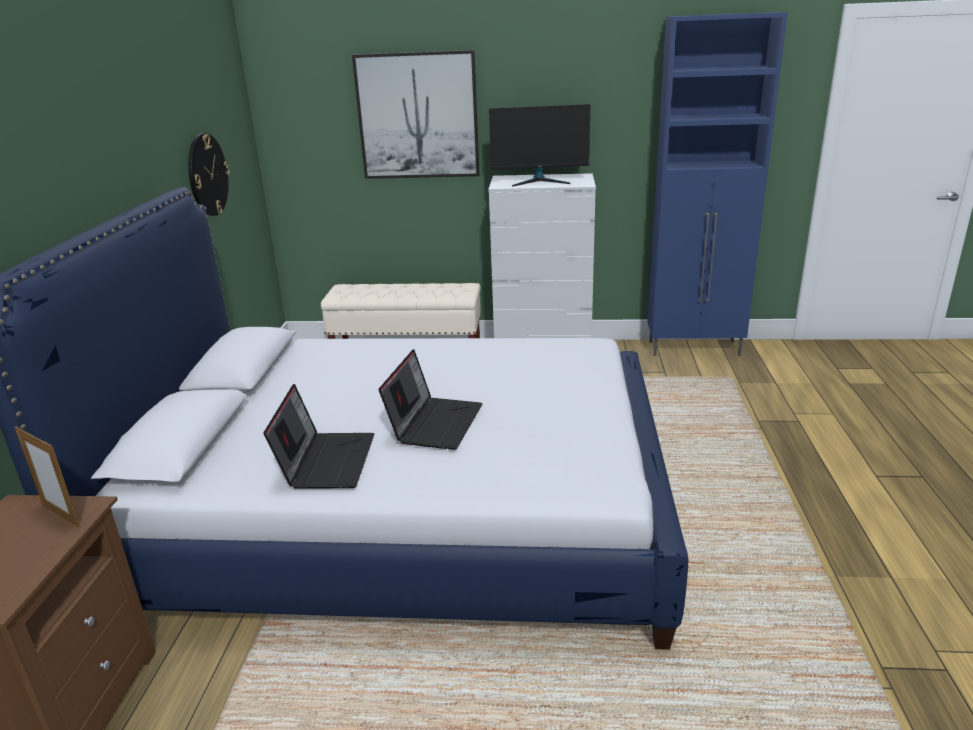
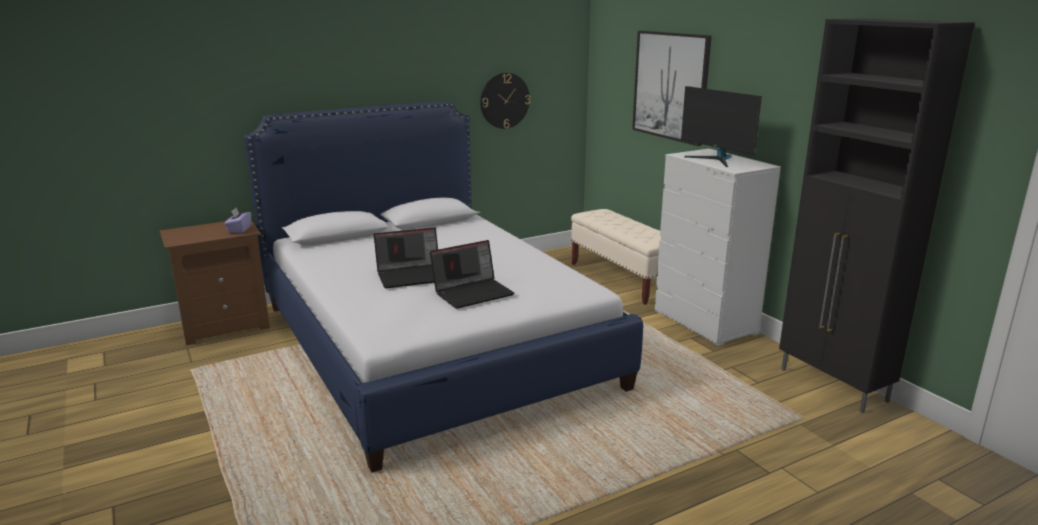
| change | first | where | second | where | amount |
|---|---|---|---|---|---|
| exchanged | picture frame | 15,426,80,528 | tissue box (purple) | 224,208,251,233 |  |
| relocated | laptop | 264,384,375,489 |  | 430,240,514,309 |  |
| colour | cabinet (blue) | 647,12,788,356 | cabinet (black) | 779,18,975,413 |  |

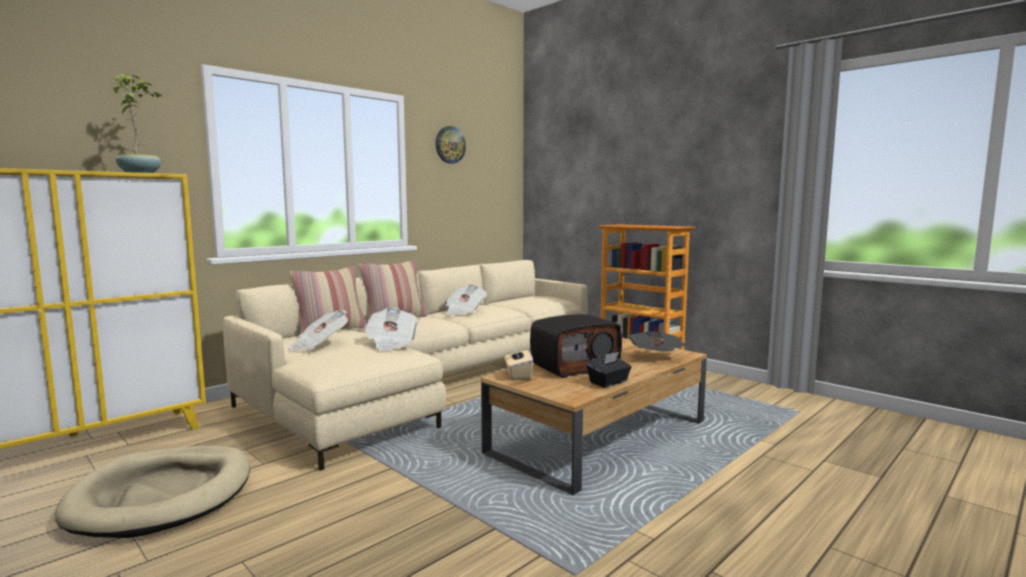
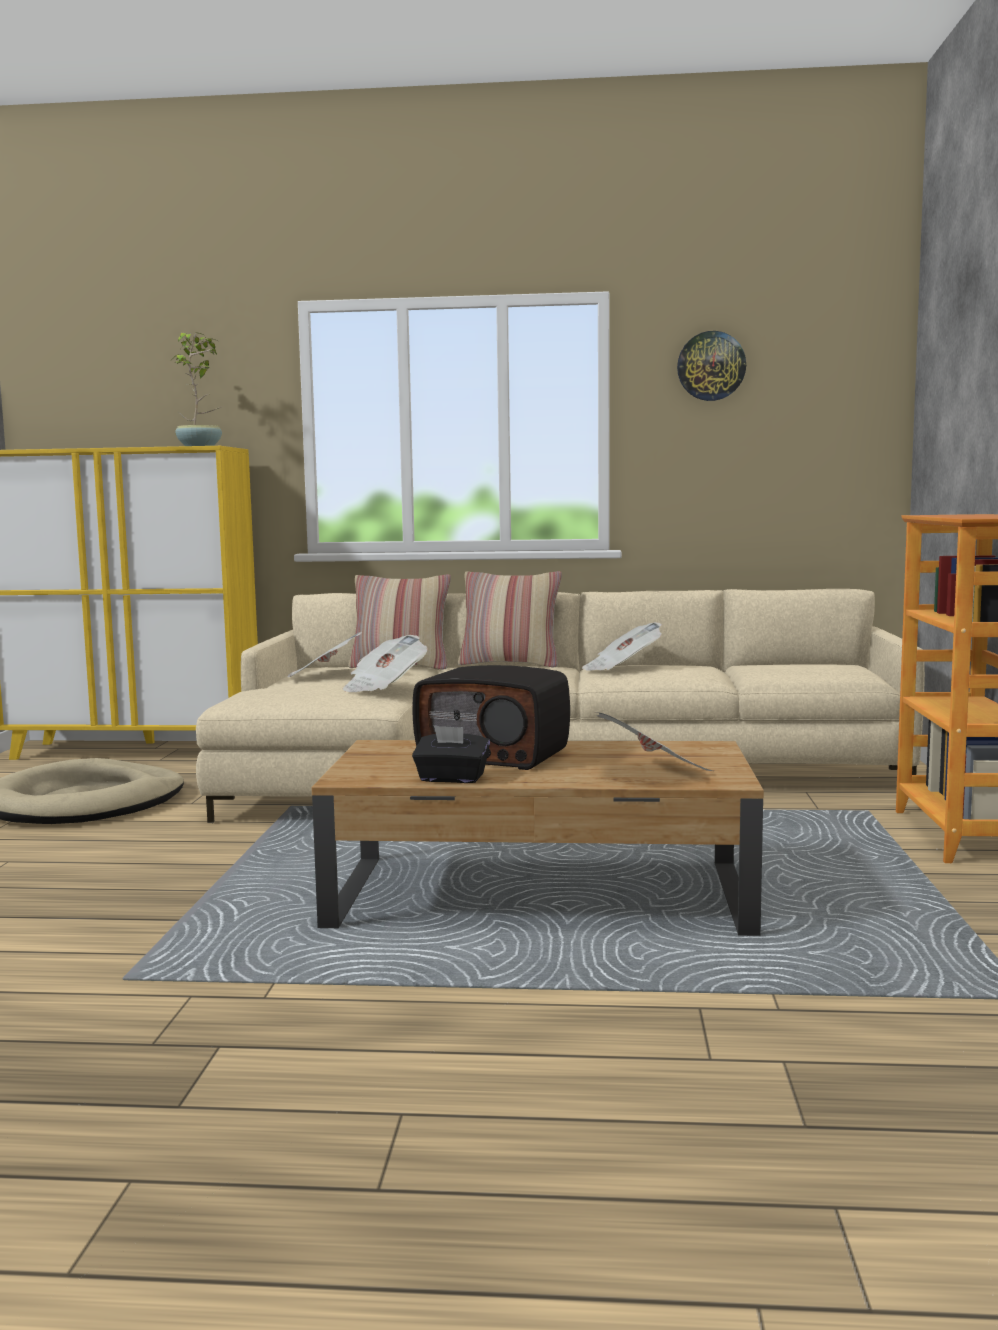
| change | first | where | second | where | amount |
|---|---|---|---|---|---|
| missing | tissue box (beige) | 504,345,533,380 |  |  |  |

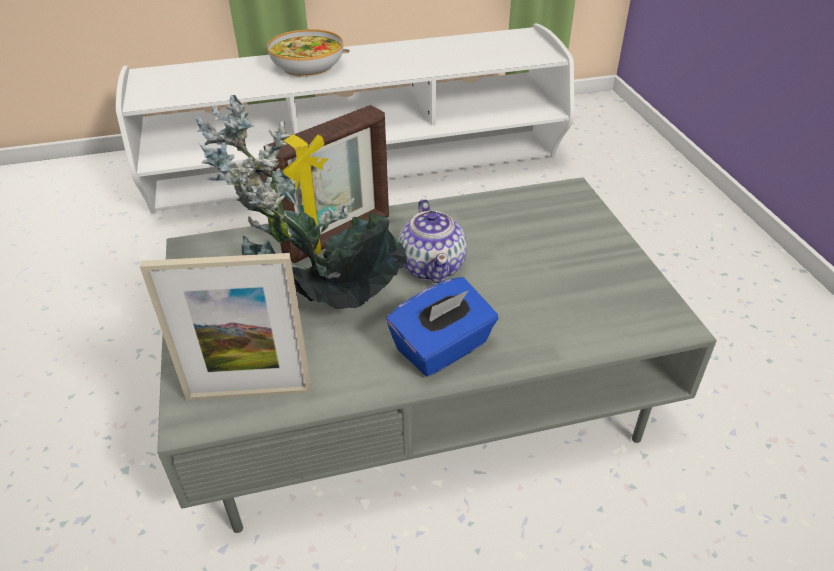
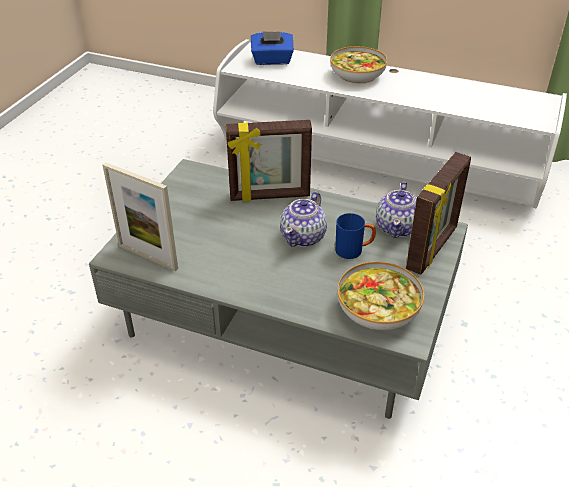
| change | first | where | second | where | amount |
|---|---|---|---|---|---|
| missing | potted plant | 196,95,407,309 |  |  |  |
| relocated | tissue box (blue) | 386,277,499,377 |  | 251,31,294,65 |  |
| appeared |  |  | mug (blue) | 335,213,376,259 |  |
| appeared |  |  | bowl | 337,262,424,330 |  |
| appeared |  |  | teapot | 376,182,417,238 |  |
| appeared |  |  | picture frame | 406,152,471,275 |  |

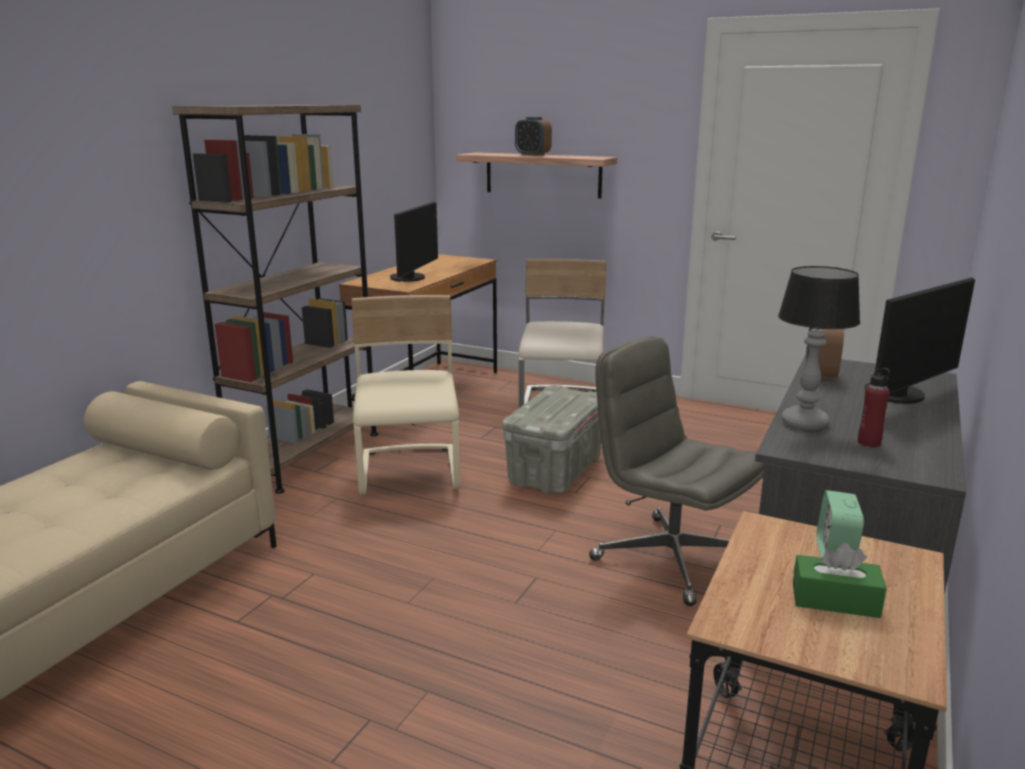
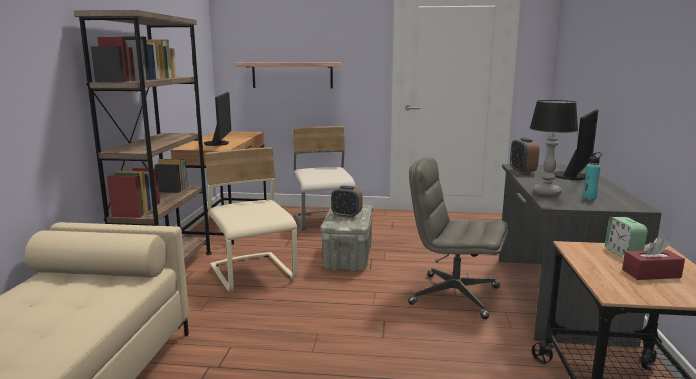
| change | first | where | second | where | amount |
|---|---|---|---|---|---|
| relocated | alarm clock | 515,117,552,156 |  | 331,185,362,218 |  |
| colour | tissue box (green) | 793,542,886,618 | tissue box (red) | 622,237,685,280 |  |
| colour | bottle (red) | 858,365,890,448 | bottle (turquoise) | 583,151,602,200 |  |

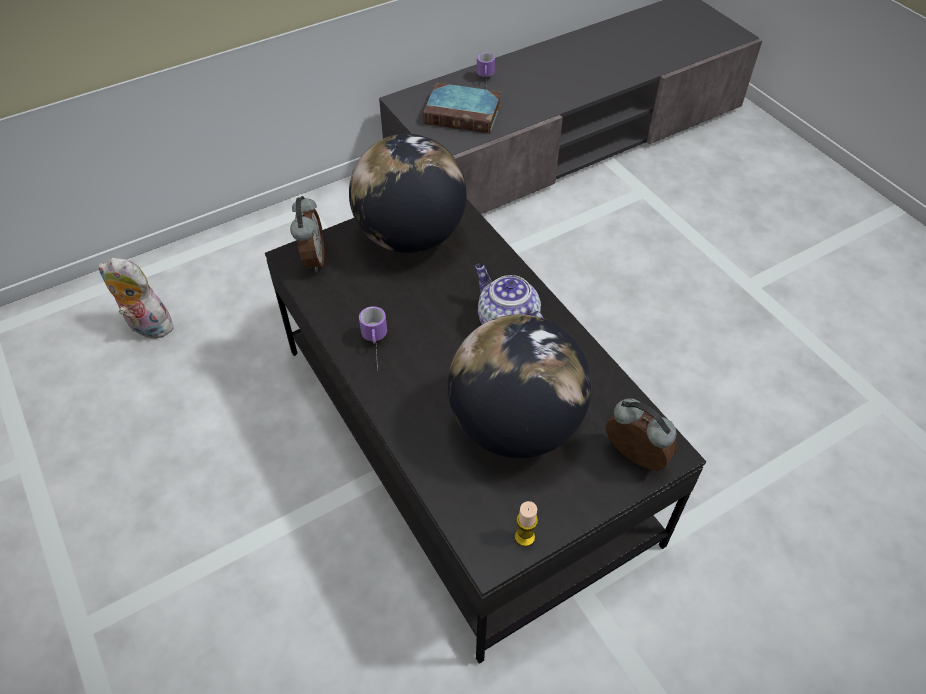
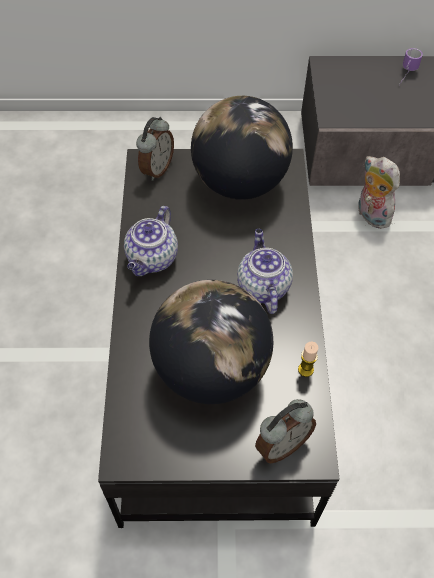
| change | first | where | second | where | amount |
|---|---|---|---|---|---|
| relocated | plush toy | 98,258,179,341 |  | 358,156,400,229 |  |
| exchanged | mug | 359,306,387,372 | teapot | 124,206,178,276 |  |
| missing | book | 423,83,501,134 |  |  |  |
| relocated | candle | 515,501,538,547 |  | 298,342,318,377 |  |
| spun | alarm clock | 606,398,677,471 |  | 255,399,316,463 | 75 degrees clockwise |

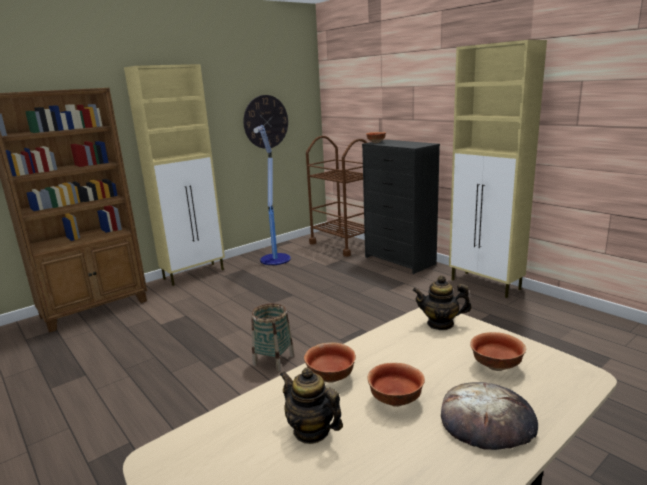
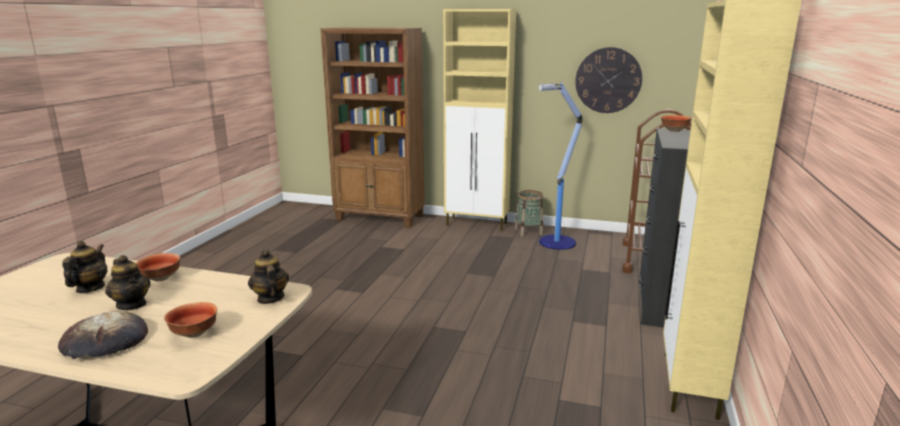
| change | first | where | second | where | amount |
|---|---|---|---|---|---|
| relocated | basket | 252,303,294,371 |  | 515,190,543,236 |  |
| exchanged | bowl | 368,363,425,407 | teapot | 105,255,151,310 |  |

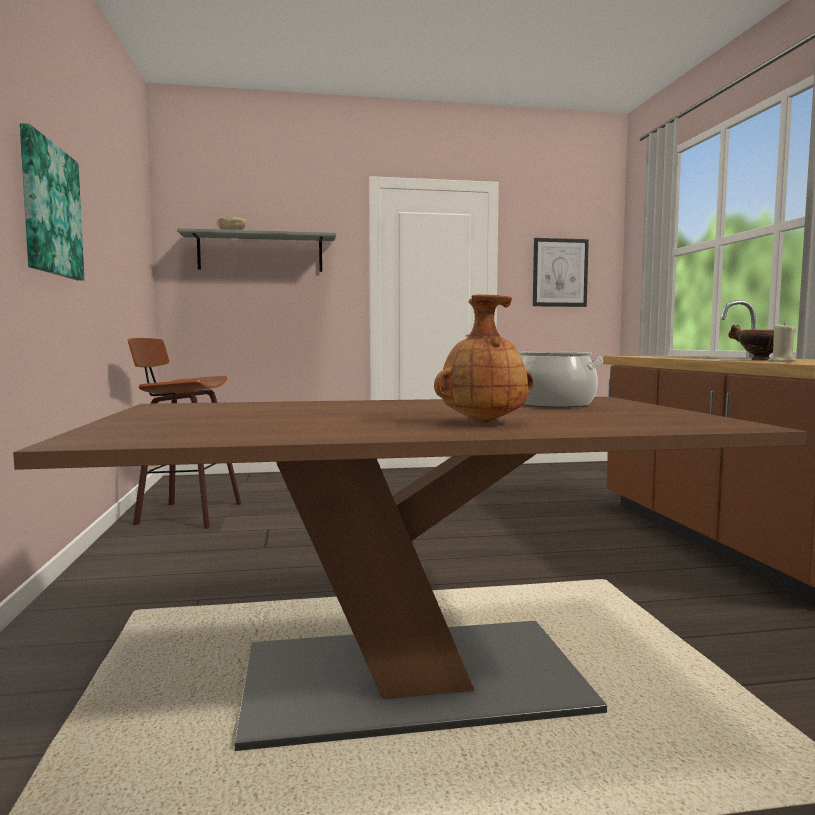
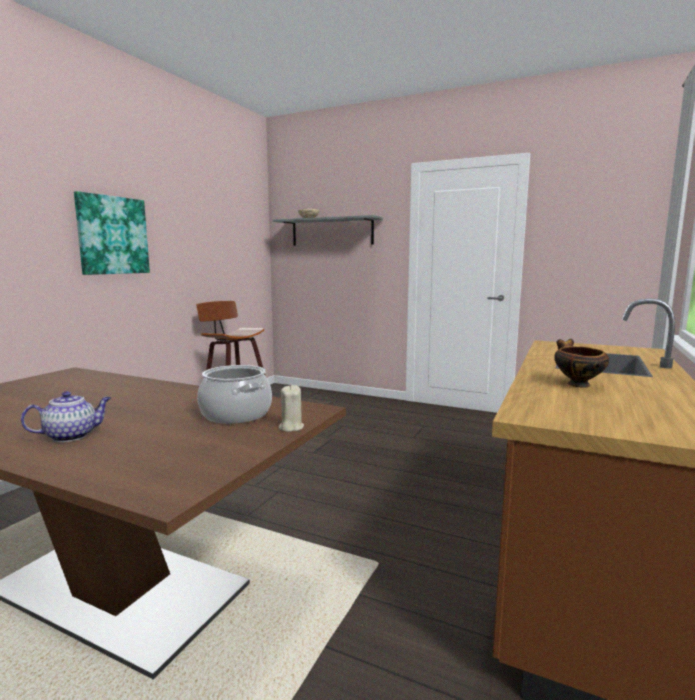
| change | first | where | second | where | amount |
|---|---|---|---|---|---|
| exchanged | vase (brown) | 434,294,534,423 | teapot | 21,391,111,442 |  |
| missing | picture | 533,238,589,307 |  |  |  |
| relocated | candle (beige) | 768,322,796,362 |  | 279,385,304,432 |  |

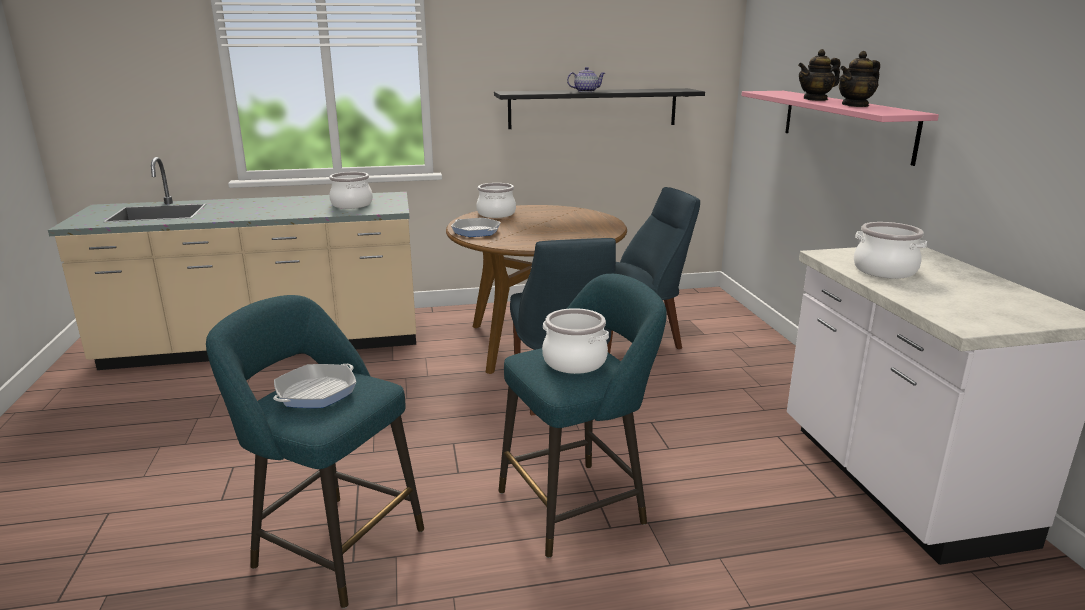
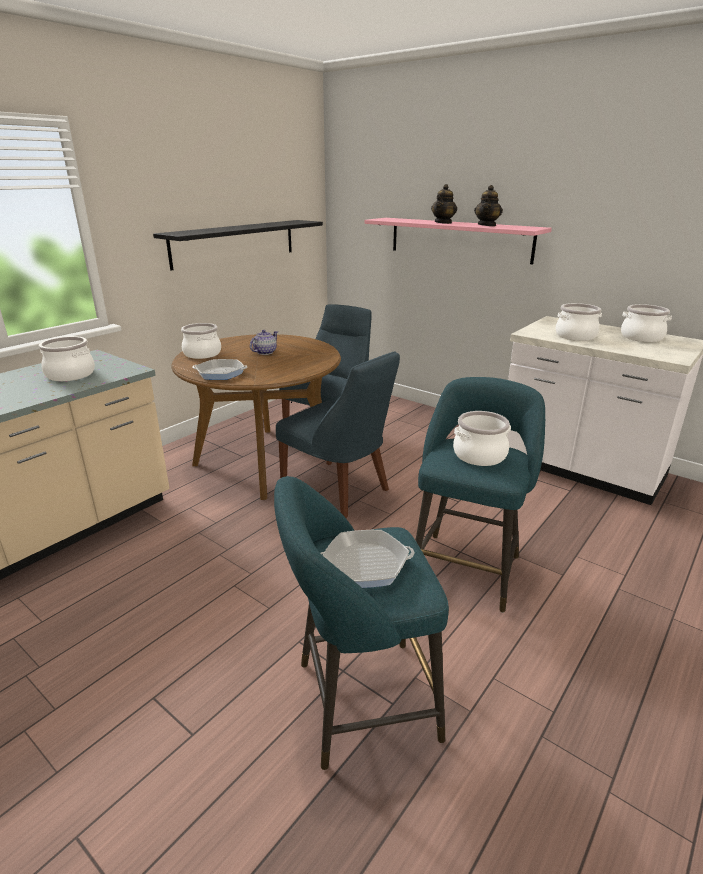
| change | first | where | second | where | amount |
|---|---|---|---|---|---|
| spun | frying pan | 273,364,356,408 |  | 321,530,414,588 | 90 degrees clockwise |
| relocated | teapot | 567,67,605,92 |  | 250,330,278,355 |  |
| appeared |  |  | cooking pot | 621,304,672,342 |  |

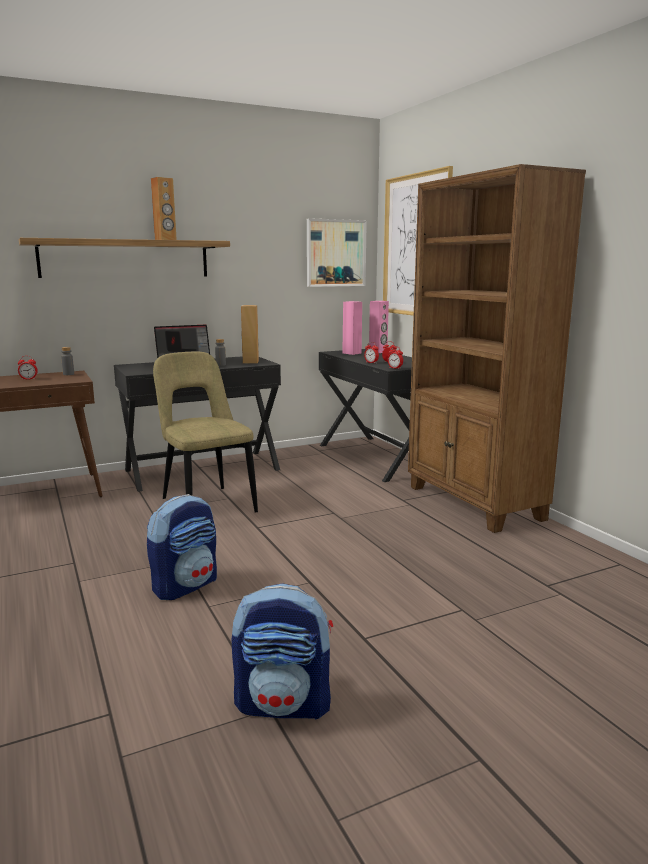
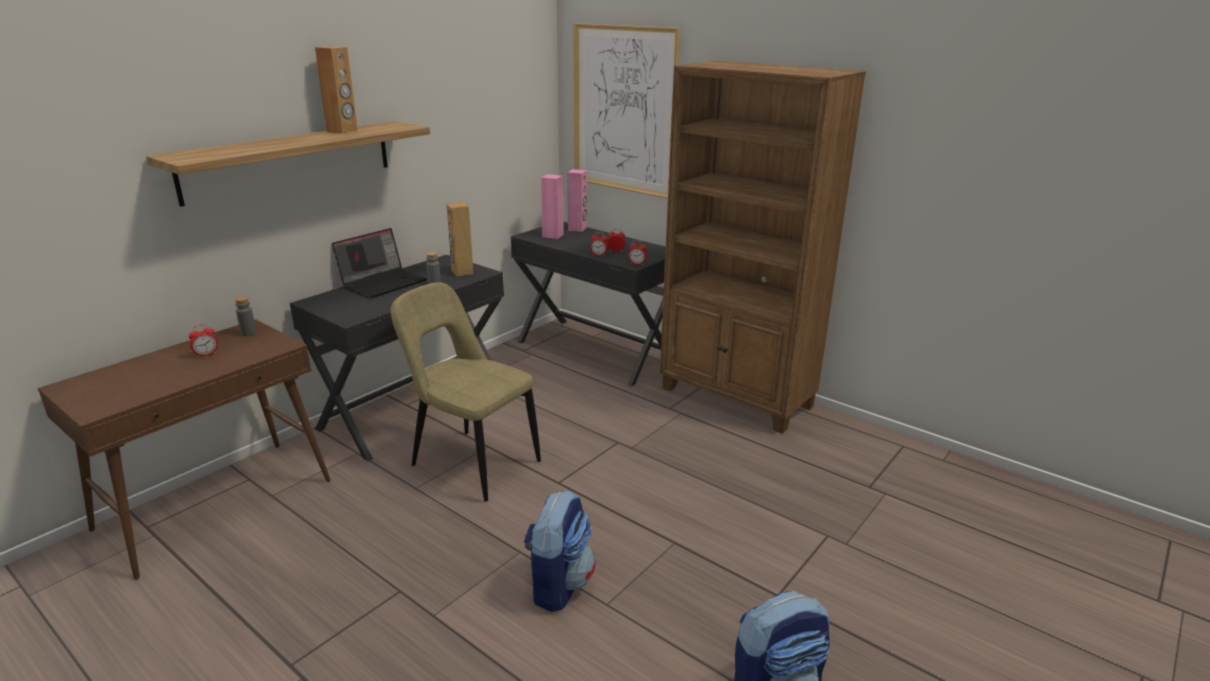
| change | first | where | second | where | amount |
|---|---|---|---|---|---|
| missing | picture | 307,218,367,287 |  |  |  |

